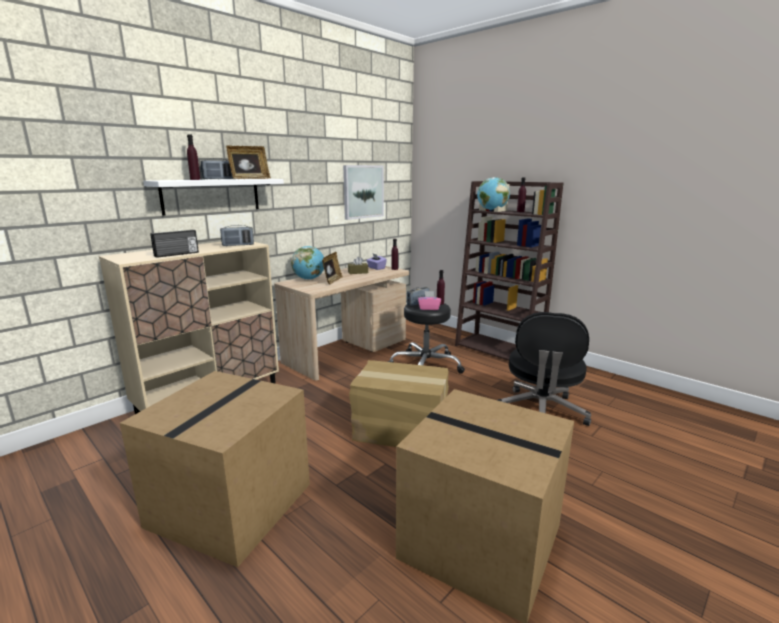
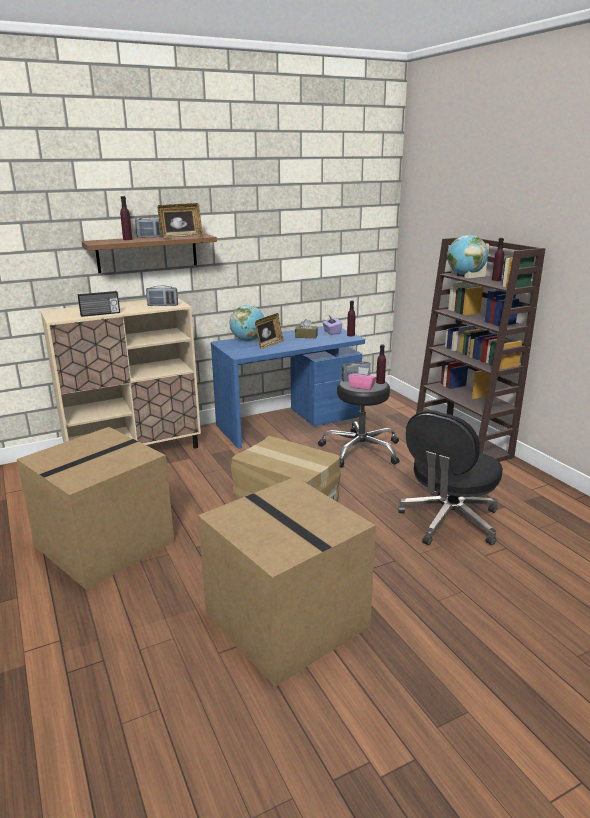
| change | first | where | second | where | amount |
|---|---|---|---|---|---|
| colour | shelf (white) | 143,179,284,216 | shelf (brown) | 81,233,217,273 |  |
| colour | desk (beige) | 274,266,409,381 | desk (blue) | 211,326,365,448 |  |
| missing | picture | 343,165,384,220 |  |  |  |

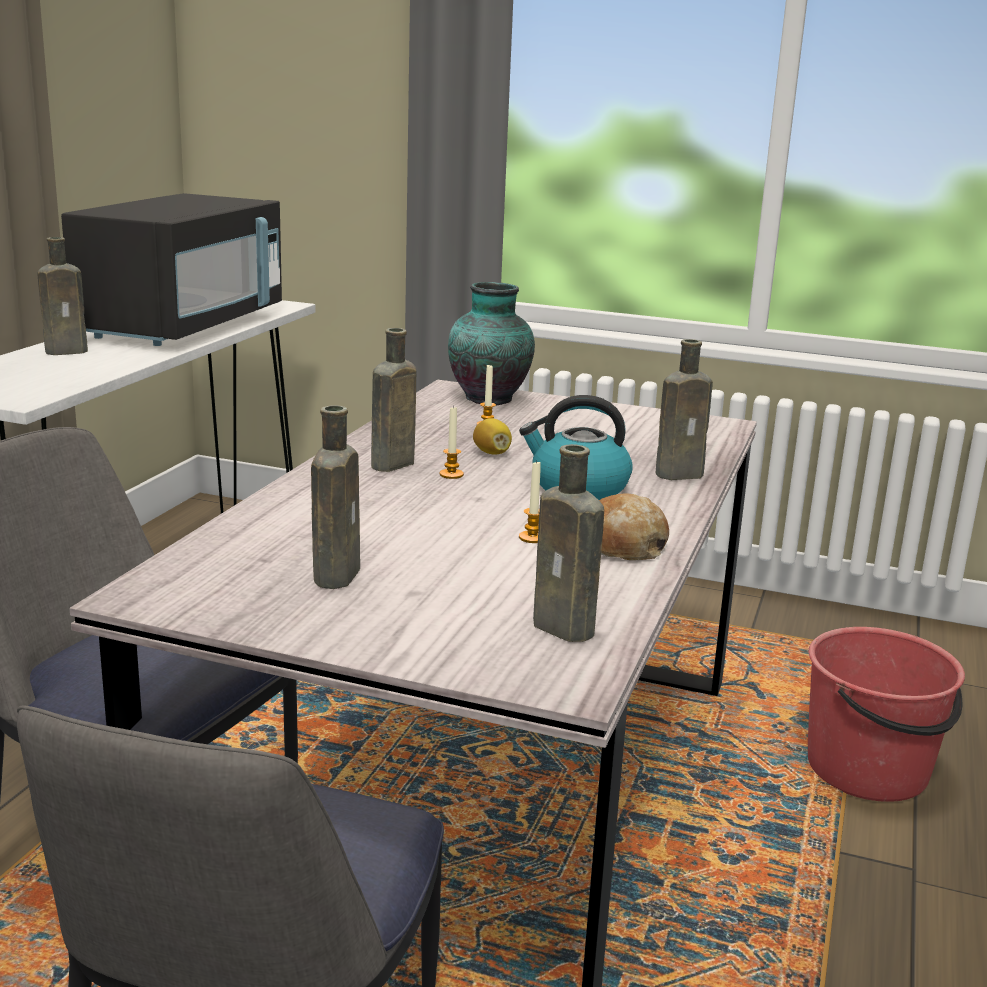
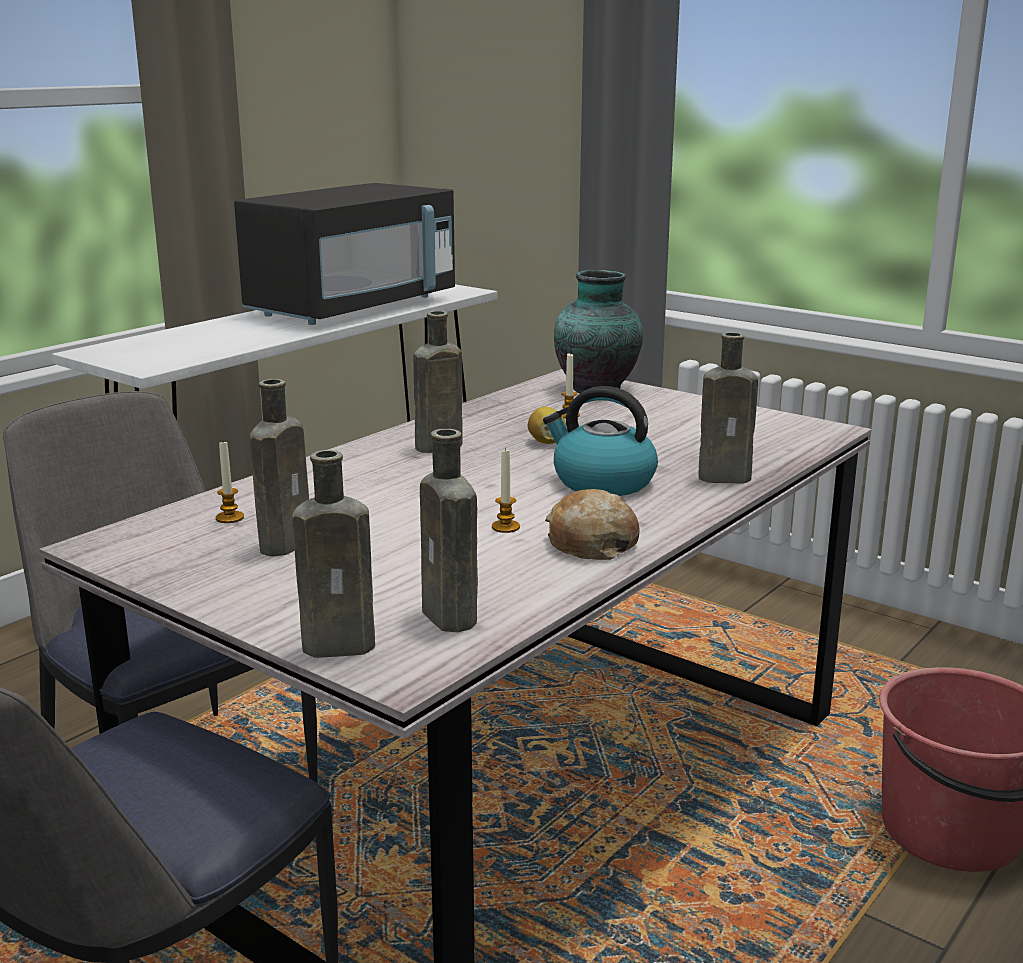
| change | first | where | second | where | amount |
|---|---|---|---|---|---|
| relocated | bottle (brown) | 37,237,88,355 |  | 292,450,375,658 |  |
| relocated | candle | 440,405,464,479 |  | 216,442,244,523 |  |

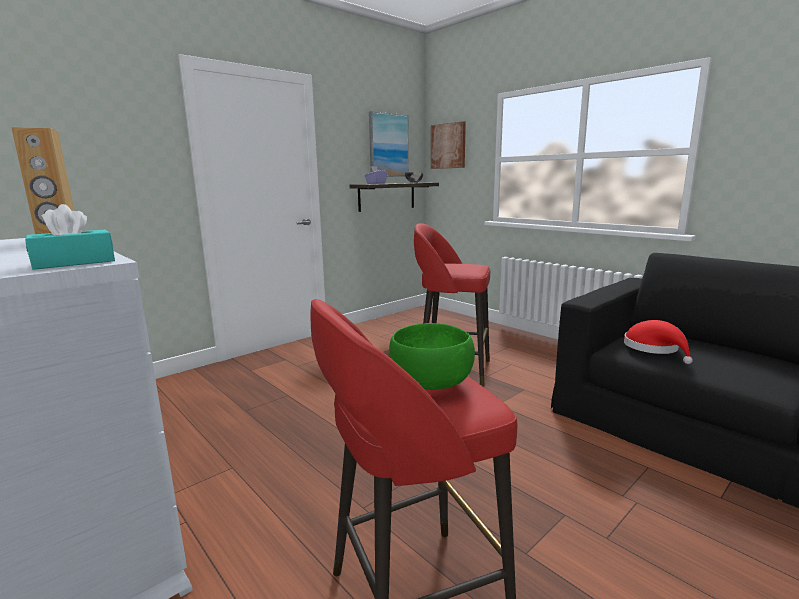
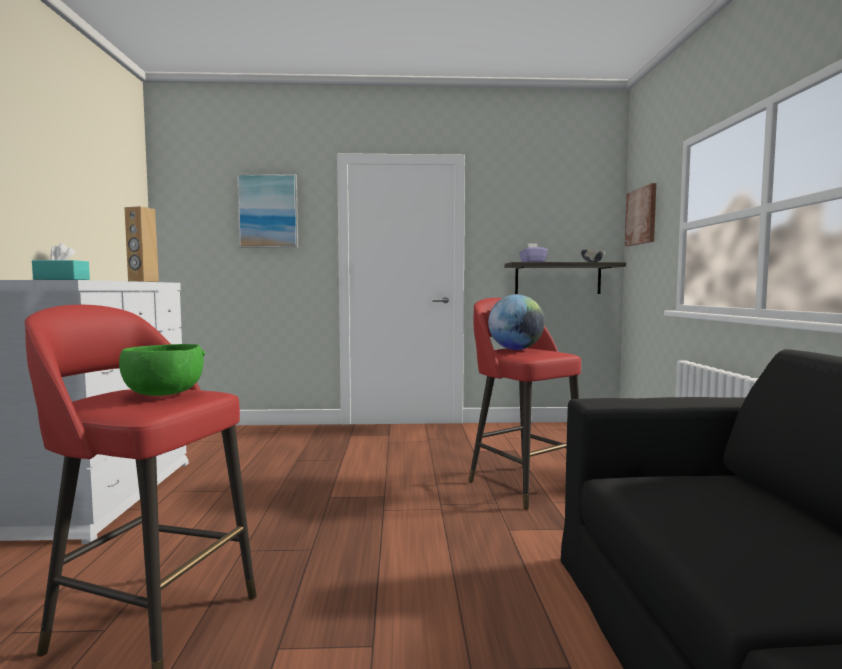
| change | first | where | second | where | amount |
|---|---|---|---|---|---|
| relocated | picture | 369,111,409,177 |  | 237,174,298,248 |  |
| missing | hat (red) | 624,320,693,364 |  |  |  |
| appeared |  |  | globe | 488,294,545,350 |  |

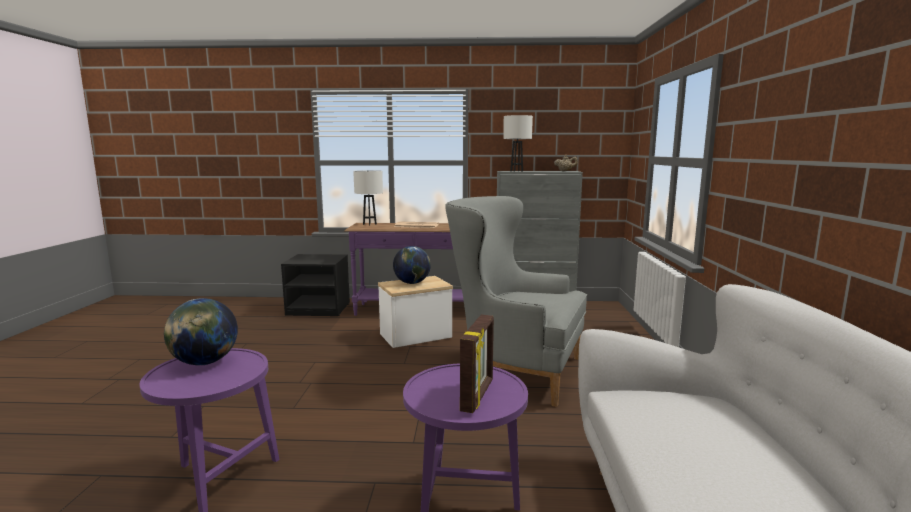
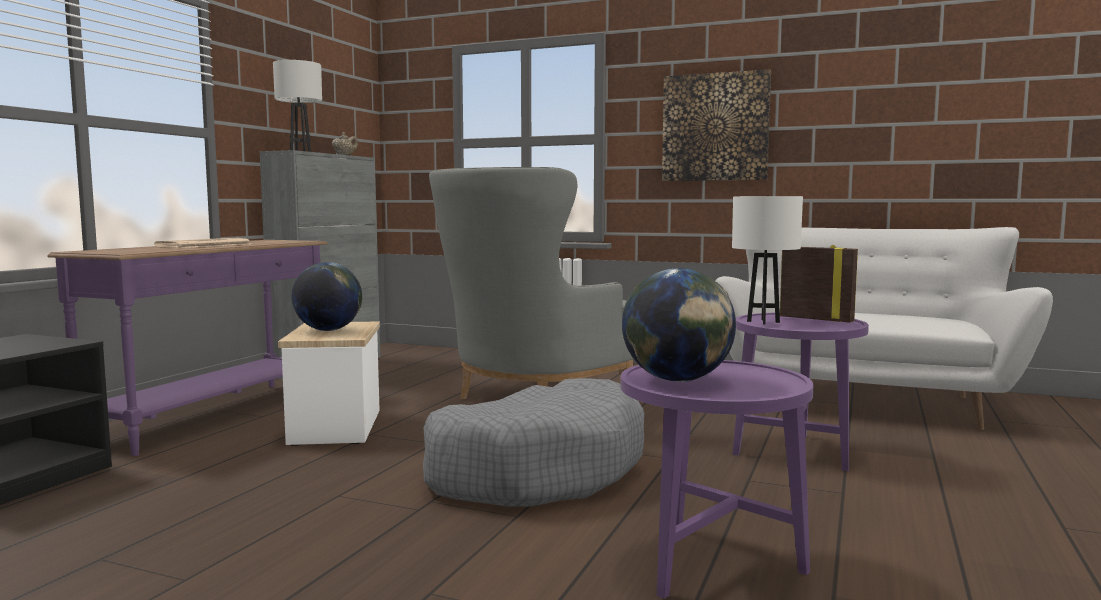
| change | first | where | second | where | amount |
|---|---|---|---|---|---|
| relocated | table lamp (white) | 353,170,383,225 |  | 732,196,803,325 |  |
| appeared |  |  | dog bed (grey) | 423,378,644,506 |  |
| appeared |  |  | picture | 662,69,771,181 |  |

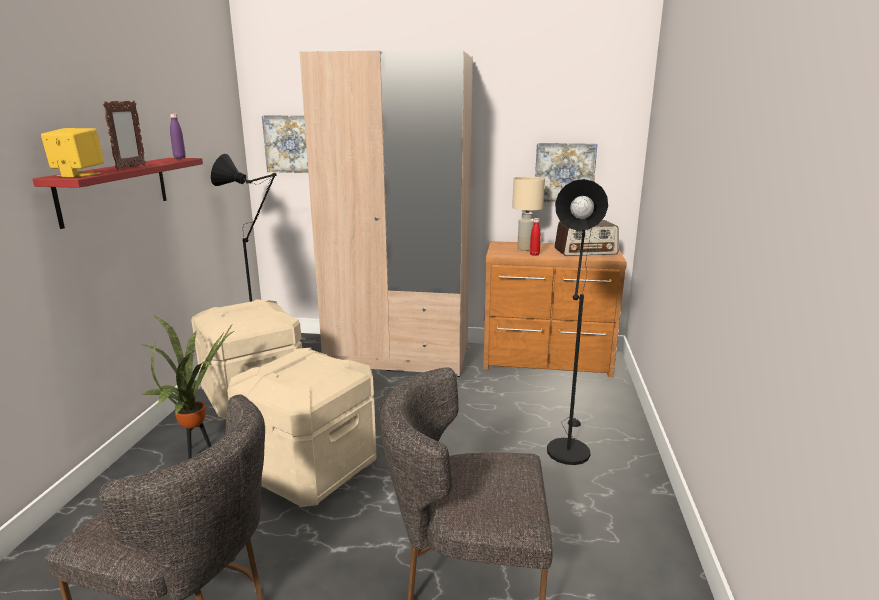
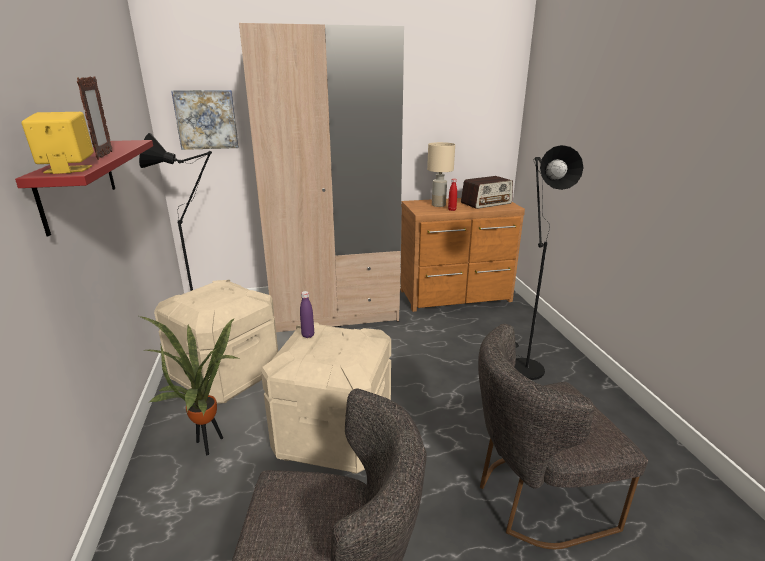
| change | first | where | second | where | amount |
|---|---|---|---|---|---|
| relocated | bottle (purple) | 170,113,186,159 |  | 300,291,314,338 |  |
| missing | picture | 535,143,597,202 |  |  |  |

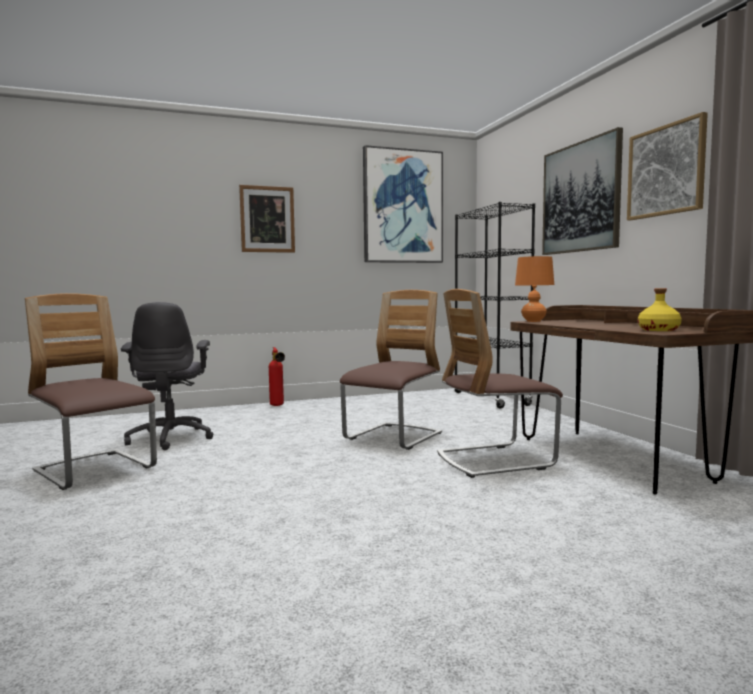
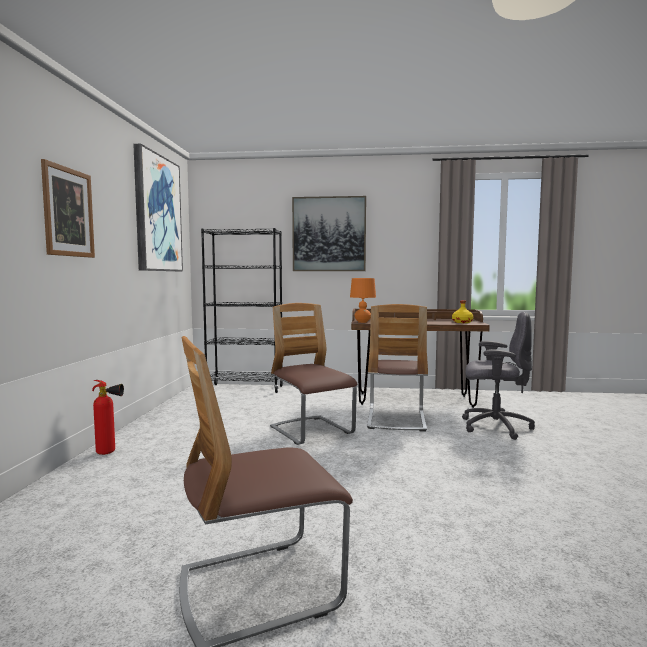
| change | first | where | second | where | amount |
|---|---|---|---|---|---|
| relocated | office chair (grey) | 121,302,213,450 |  | 462,312,535,440 |  |
| missing | picture | 627,112,708,220 |  |  |  |

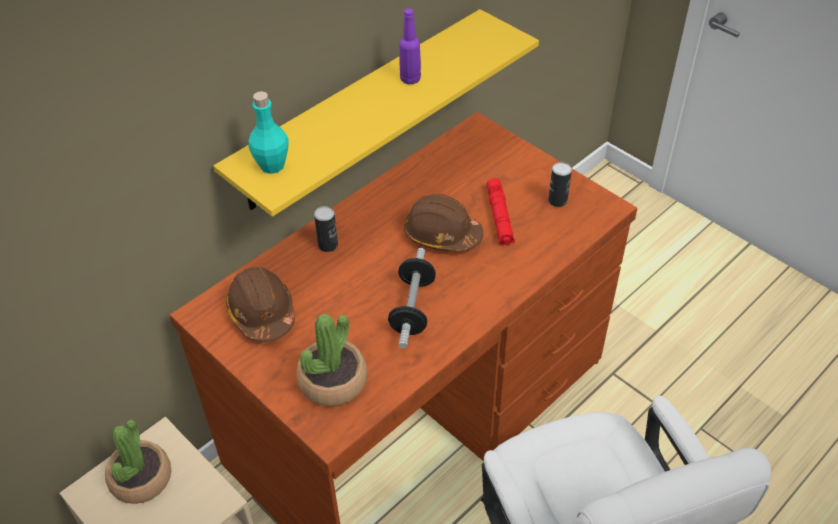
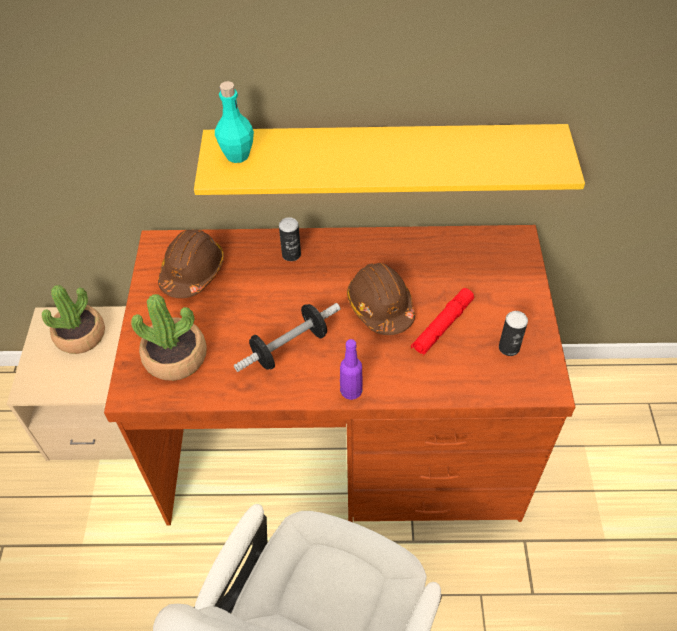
| change | first | where | second | where | amount |
|---|---|---|---|---|---|
| relocated | bottle (purple) | 399,9,421,84 |  | 340,339,363,400 |  |

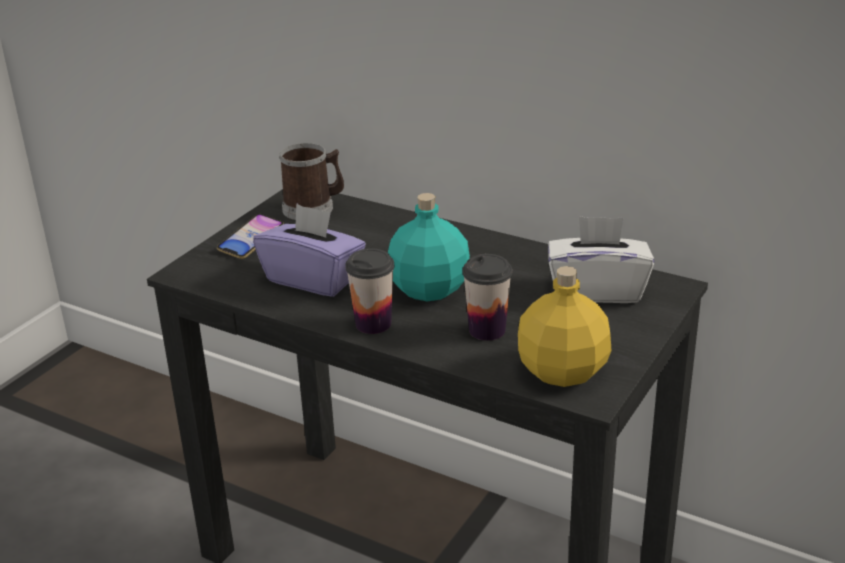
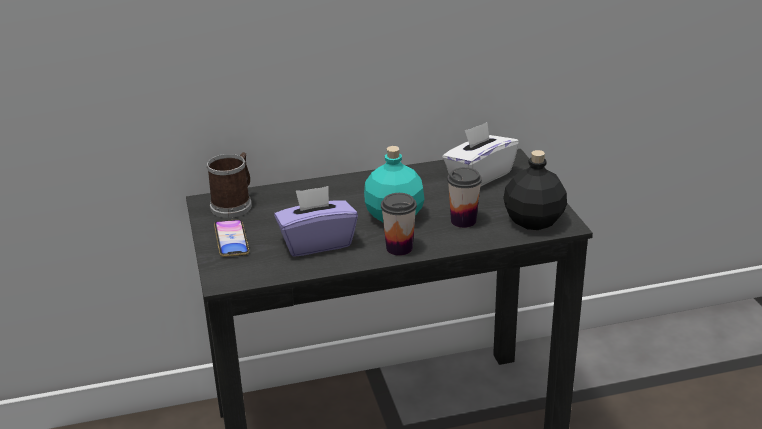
| change | first | where | second | where | amount |
|---|---|---|---|---|---|
| colour | bottle (yellow) | 518,266,612,387 | bottle (black) | 503,150,567,230 |  |

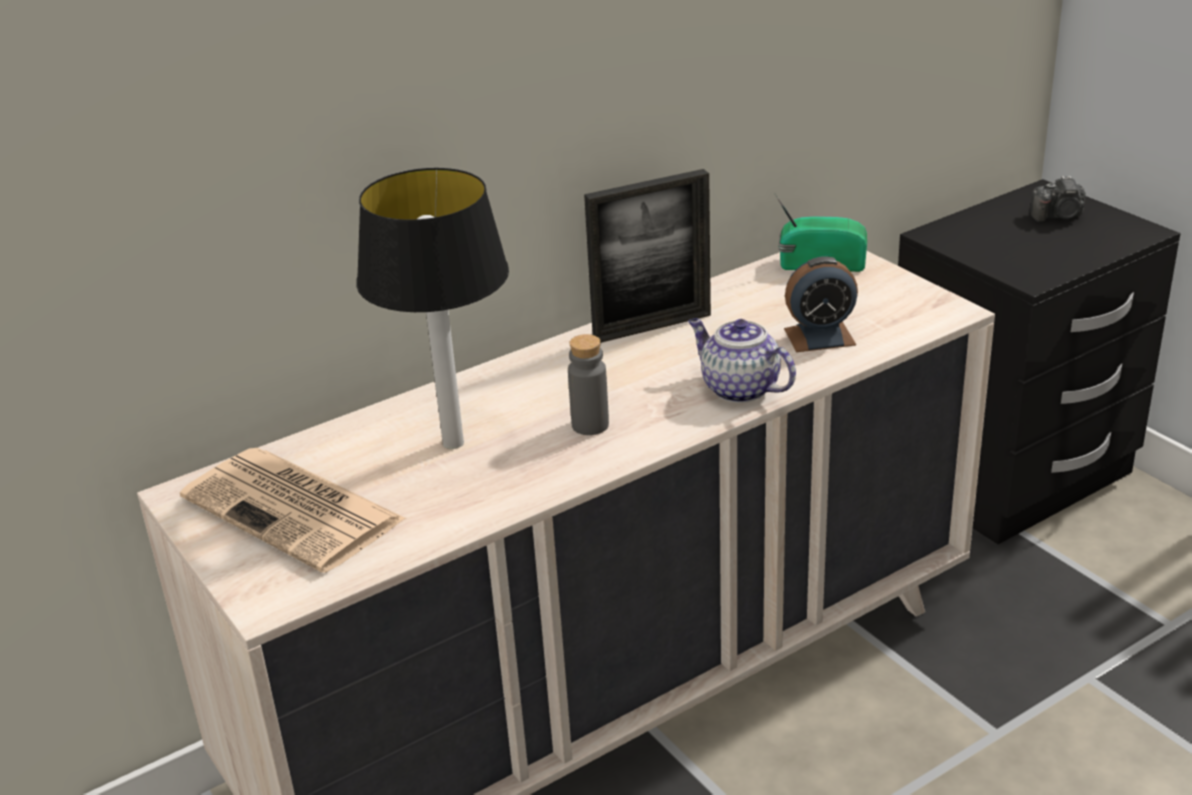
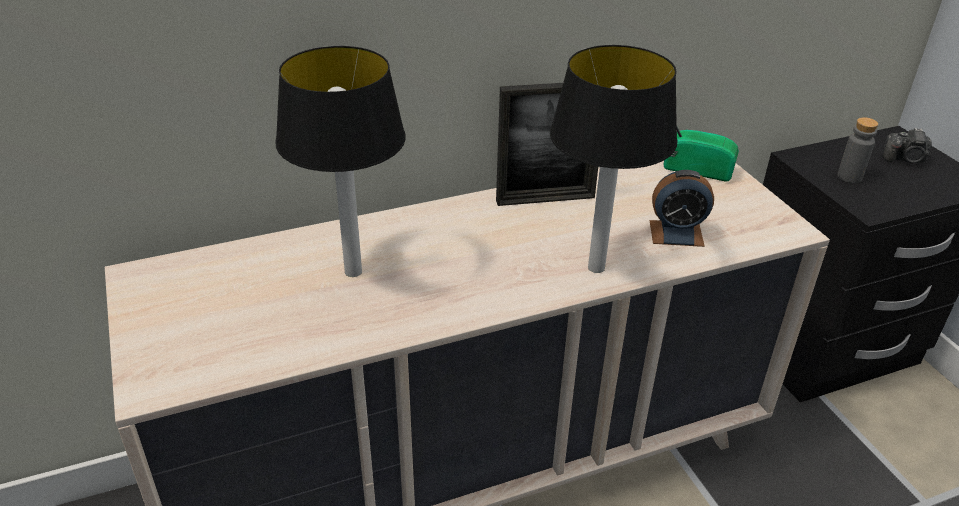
| change | first | where | second | where | amount |
|---|---|---|---|---|---|
| missing | newspaper | 180,448,406,573 |  |  |  |
| relocated | bottle (grey) | 568,334,609,435 |  | 837,117,878,183 |  |
| exchanged | teapot | 688,318,796,403 | table lamp | 550,45,677,273 |  |

